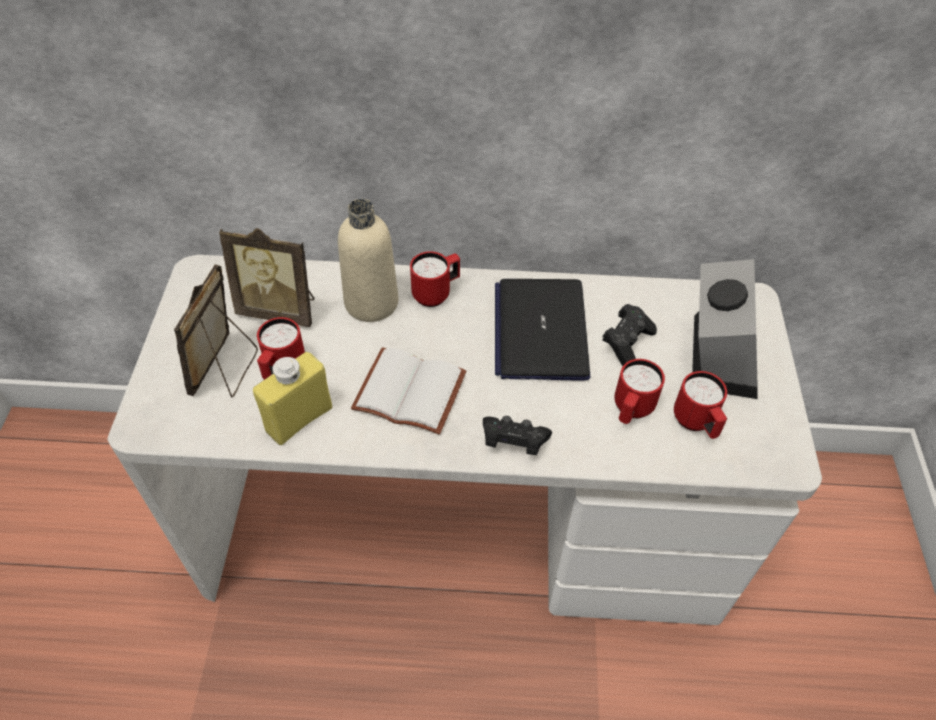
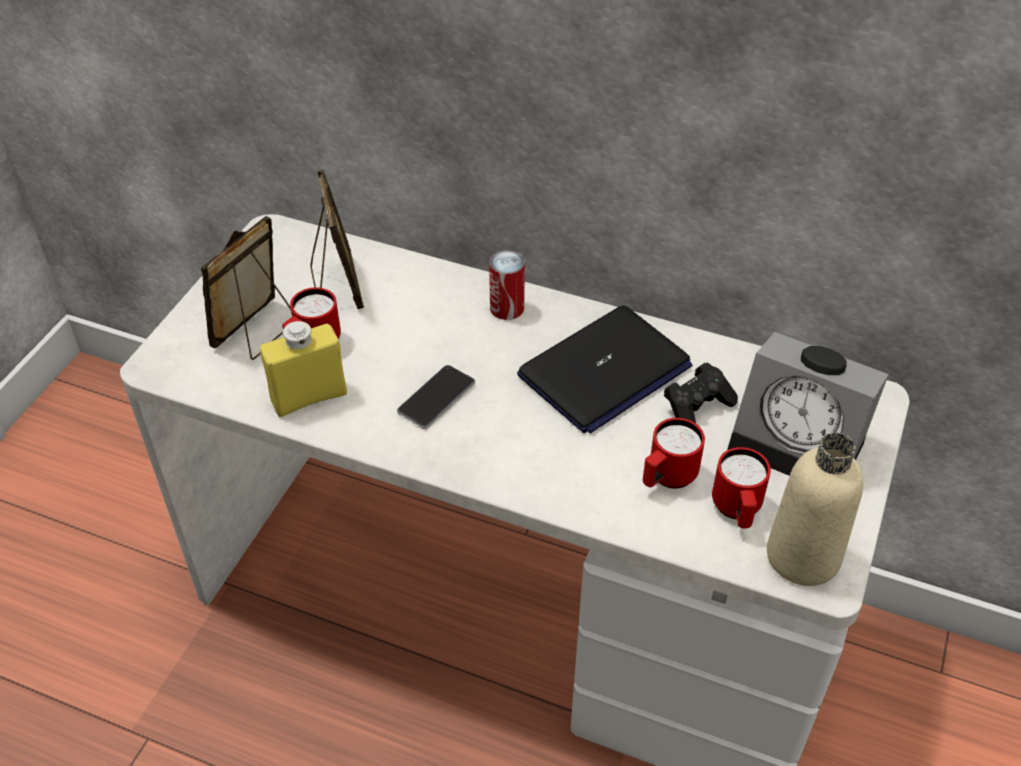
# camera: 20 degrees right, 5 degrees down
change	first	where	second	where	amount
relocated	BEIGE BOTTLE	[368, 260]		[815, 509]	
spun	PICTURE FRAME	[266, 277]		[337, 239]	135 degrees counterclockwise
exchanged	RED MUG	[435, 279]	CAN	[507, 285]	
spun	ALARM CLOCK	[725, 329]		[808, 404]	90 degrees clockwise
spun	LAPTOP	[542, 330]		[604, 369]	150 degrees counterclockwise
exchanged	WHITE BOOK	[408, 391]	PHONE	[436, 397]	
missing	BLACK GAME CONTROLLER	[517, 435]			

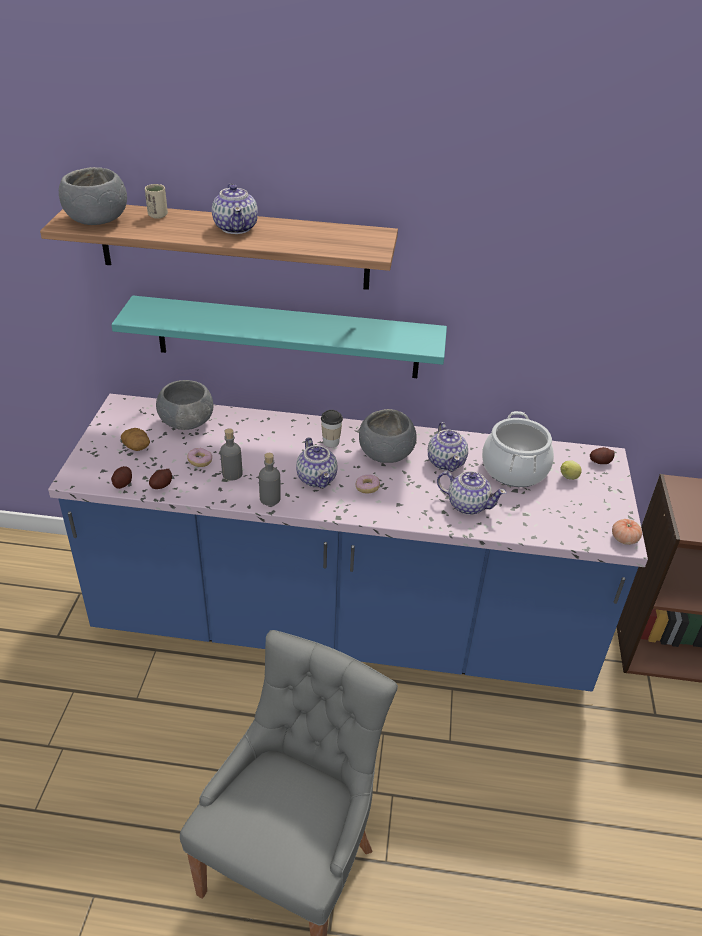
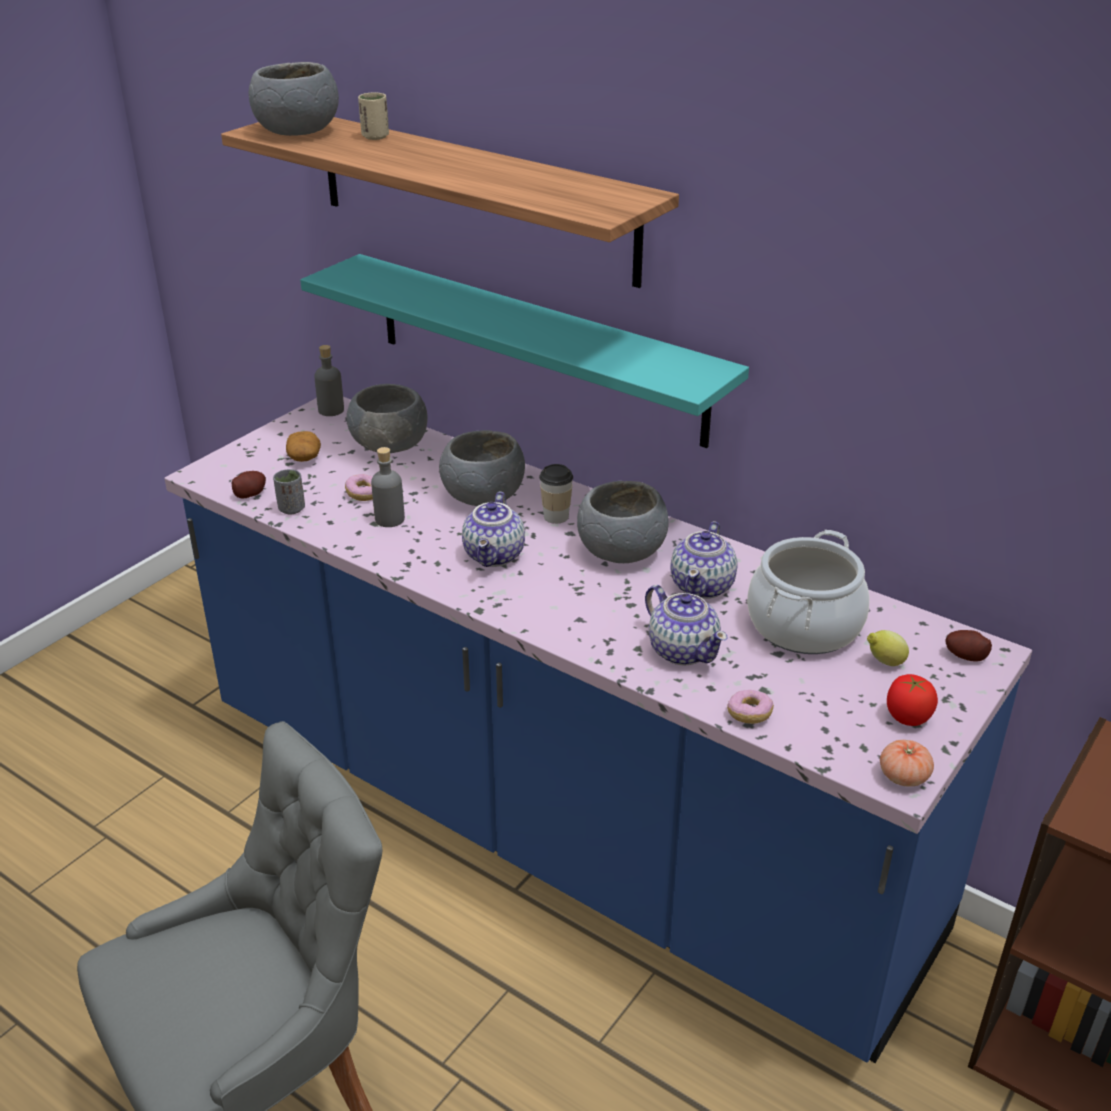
# camera: 30 degrees right, 5 degrees down
change	first	where	second	where	amount
missing	TEAPOT	[235, 208]			
relocated	GREY BOTTLE	[270, 479]		[329, 380]	
exchanged	POTATO	[160, 479]	GREY CUP	[289, 491]	
relocated	DONUT	[368, 484]		[750, 707]	
appeared			GREY BOWL	[482, 468]	
appeared			TOMATO	[912, 700]	

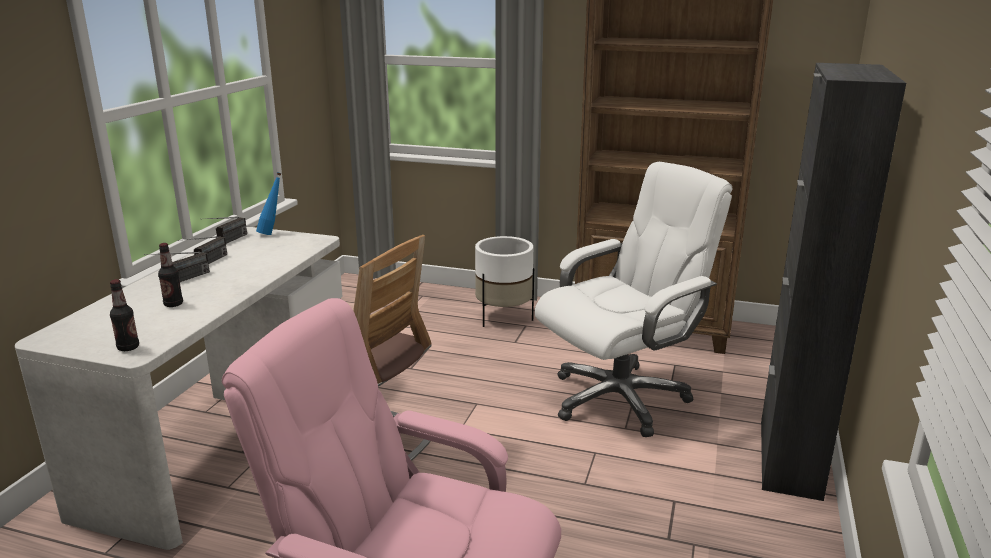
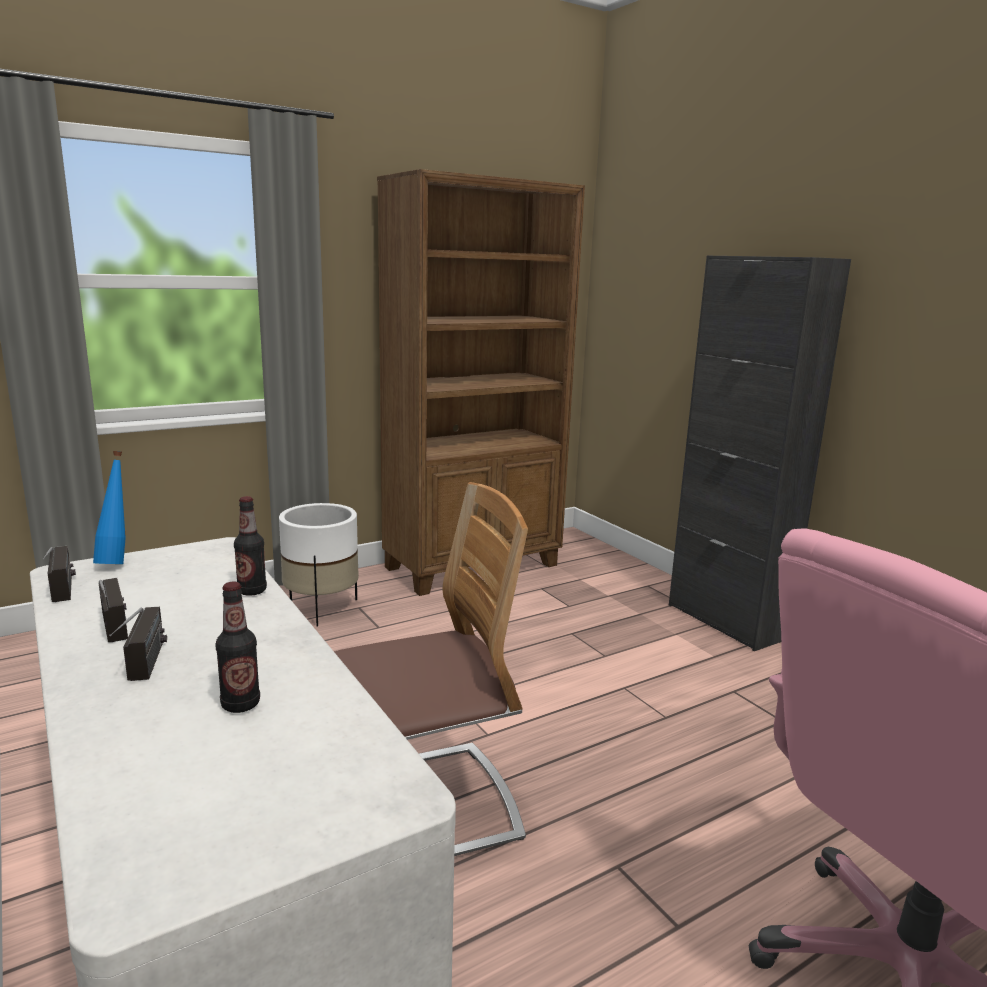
# camera: 50 degrees left, 5 degrees down
change	first	where	second	where	amount
missing	WHITE OFFICE CHAIR	[633, 299]			
relocated	BOTTLE	[124, 315]		[250, 546]	

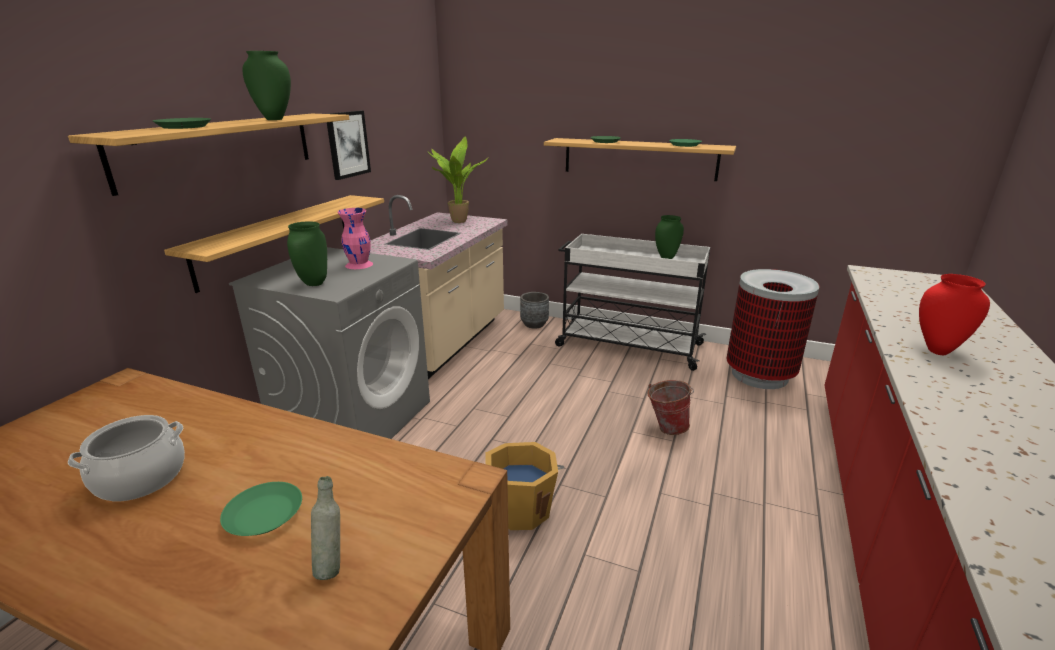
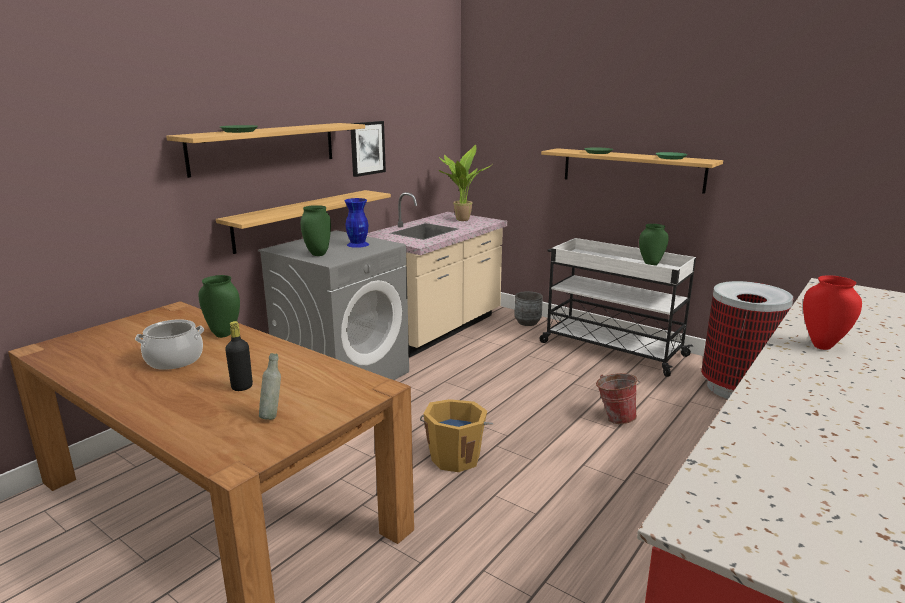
# camera: 15 degrees right, 5 degrees down
change	first	where	second	where	amount
relocated	GREEN VASE	[266, 85]		[219, 306]	
colour	PINK VASE	[355, 238]	BLUE VASE	[357, 223]	
exchanged	GREEN PLATE	[261, 509]	BLACK BOTTLE	[239, 356]	

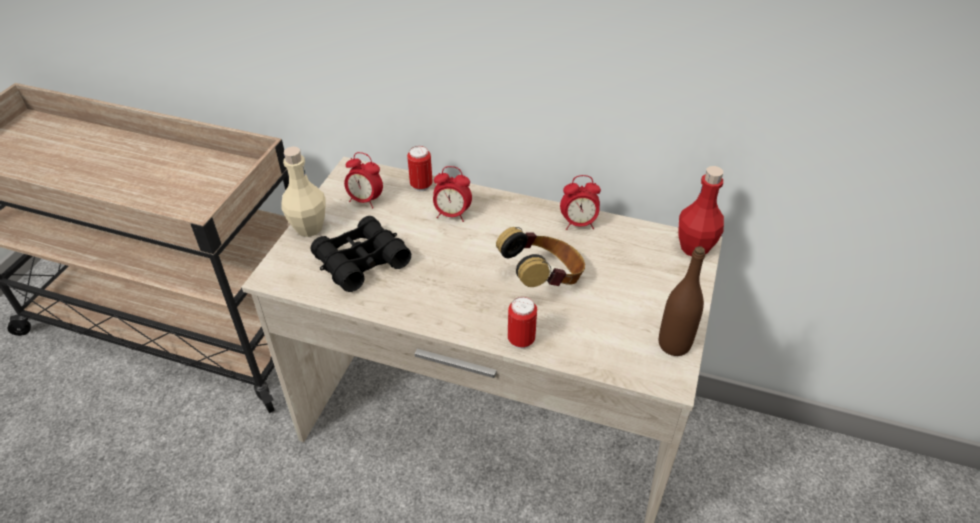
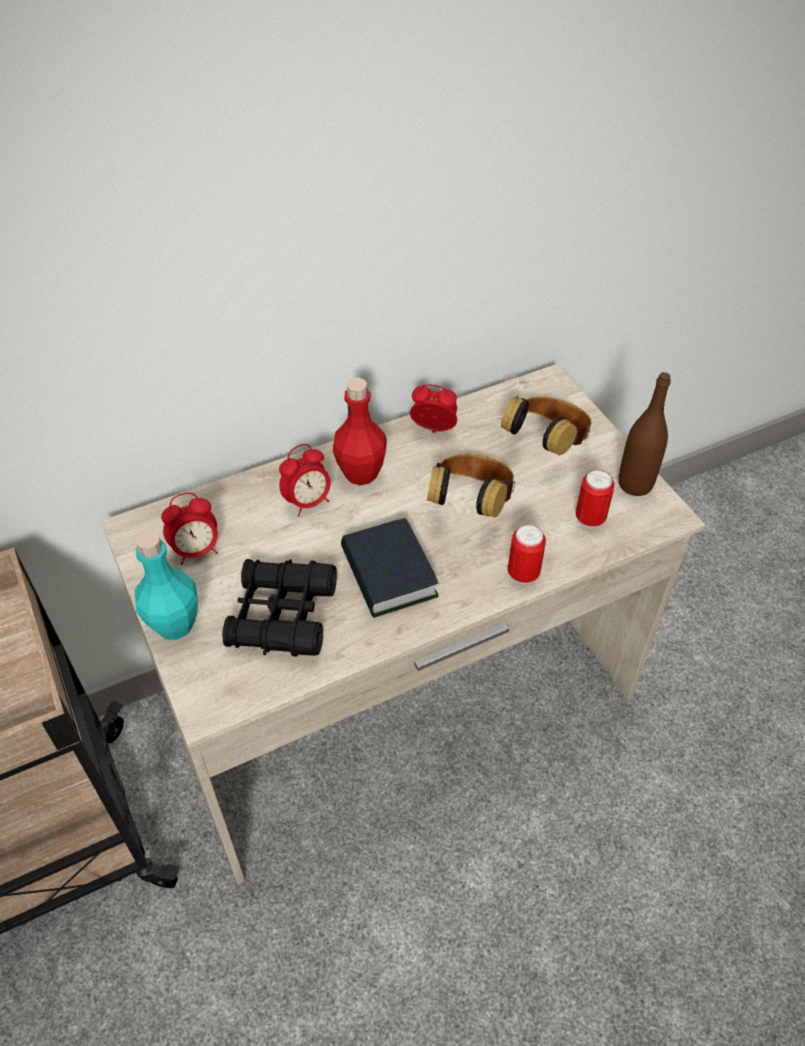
# camera: 45 degrees left, 5 degrees up
change	first	where	second	where	amount
colour	BEIGE BOTTLE	[303, 191]	TURQUOISE BOTTLE	[166, 585]	
relocated	CAN	[420, 168]		[595, 499]	
relocated	RED BOTTLE	[701, 211]		[360, 431]	
spun	ALARM CLOCK	[580, 202]		[433, 409]	120 degrees counterclockwise
appeared			HEADPHONES	[546, 425]	
appeared			BOOK	[389, 568]	

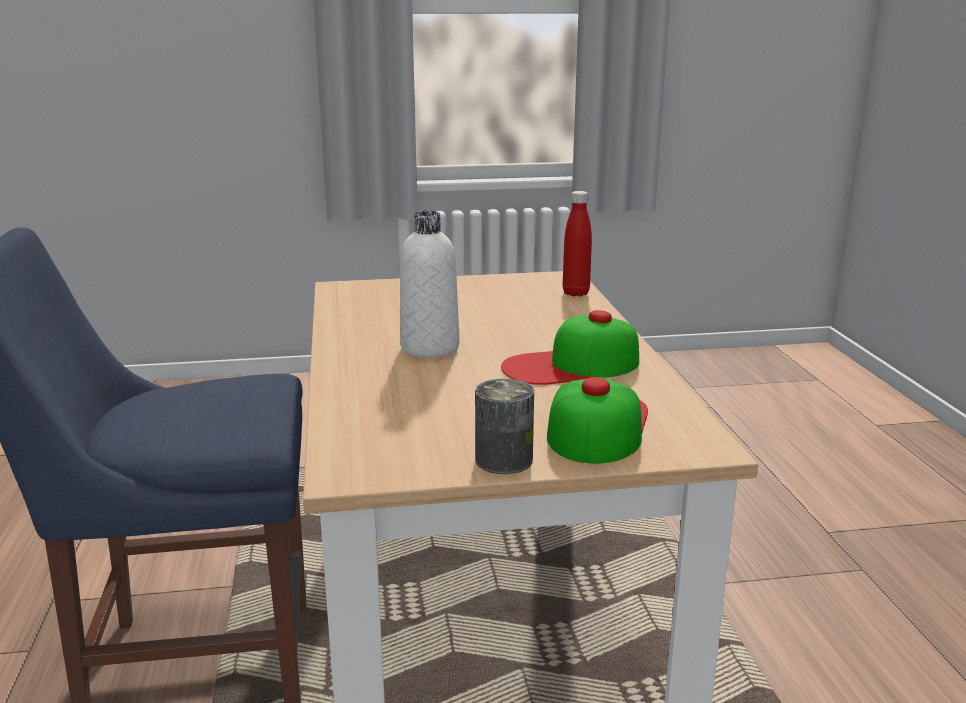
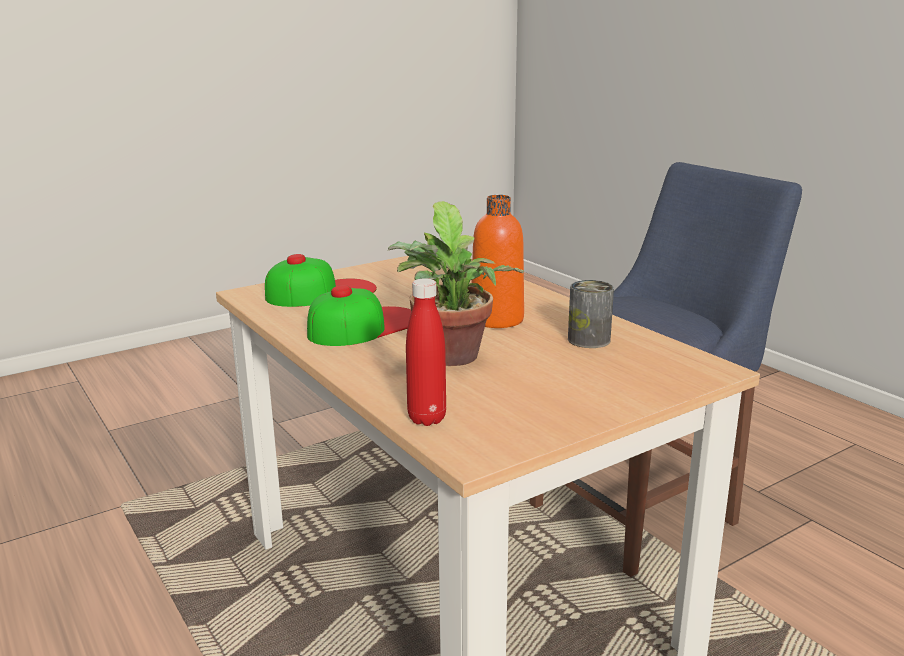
# camera: 155 degrees right, 0 degrees up
change	first	where	second	where	amount
colour	WHITE BOTTLE	[429, 284]	ORANGE BOTTLE	[497, 261]	
spun	CAP	[597, 420]		[321, 280]	105 degrees counterclockwise
relocated	CAN	[504, 426]		[591, 314]	
appeared			POTTED PLANT	[456, 283]	

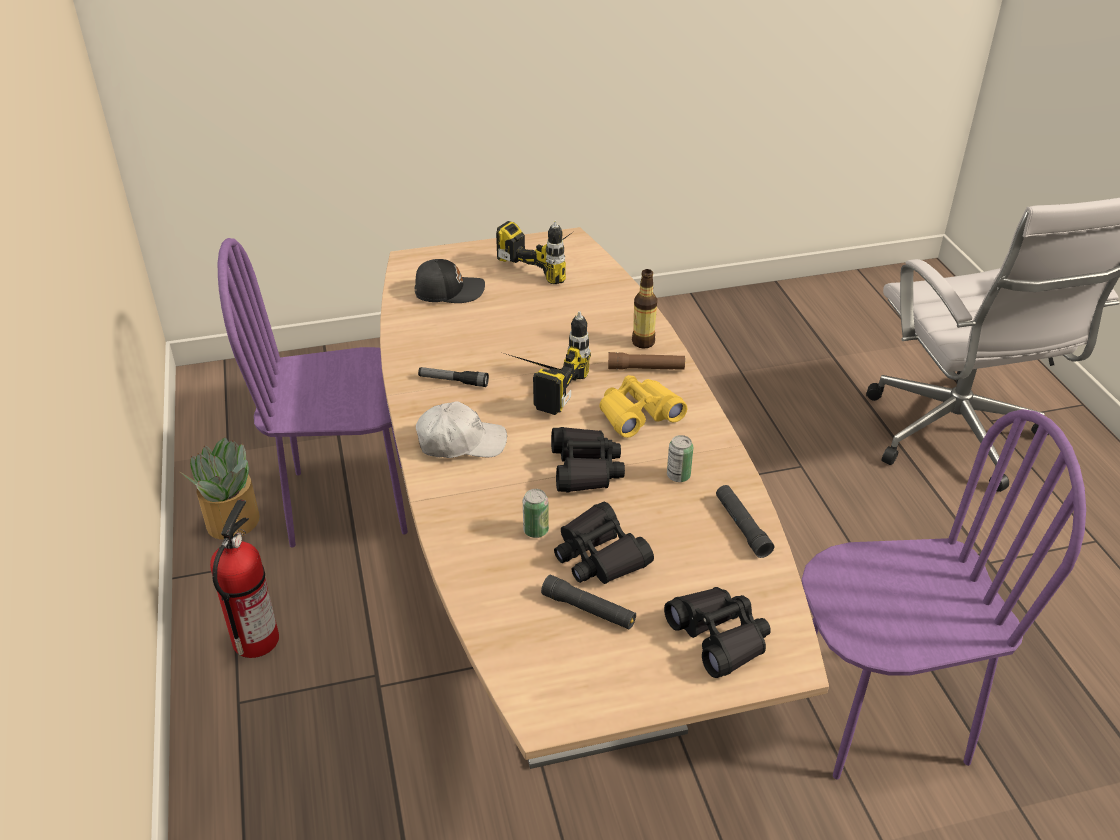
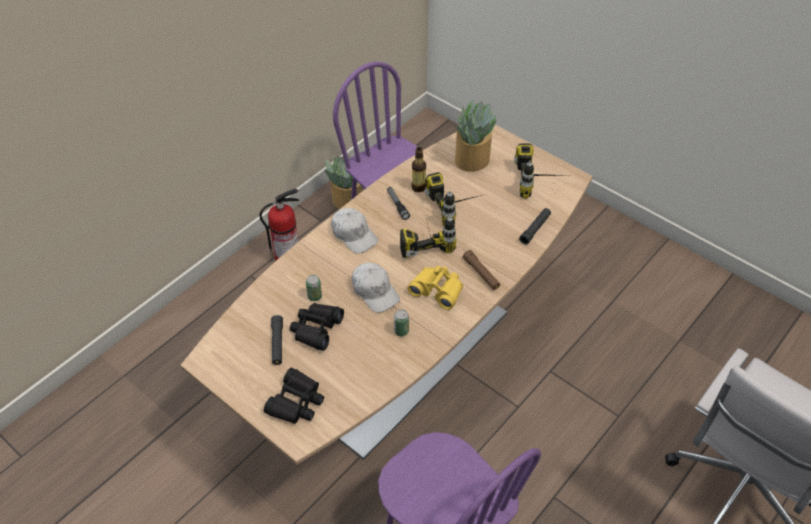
# camera: 55 degrees right, 10 degrees up
change	first	where	second	where	amount
exchanged	BLACK CAP	[450, 281]	POTTED PLANT	[475, 136]	
relocated	BOTTLE	[644, 308]		[419, 169]	
exchanged	BLACK BINOCULARS	[588, 459]	WHITE CAP	[376, 288]	
relocated	BLACK FLASHLIGHT	[745, 521]		[535, 226]	
appeared			POWER DRILL	[453, 199]	

